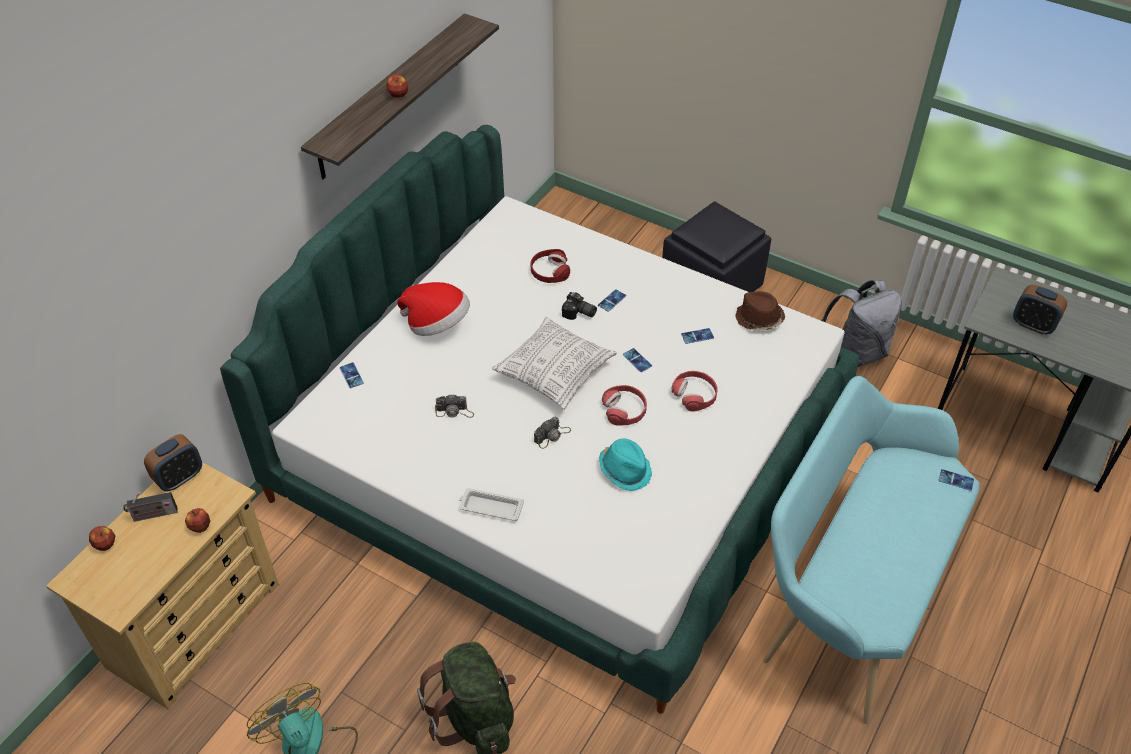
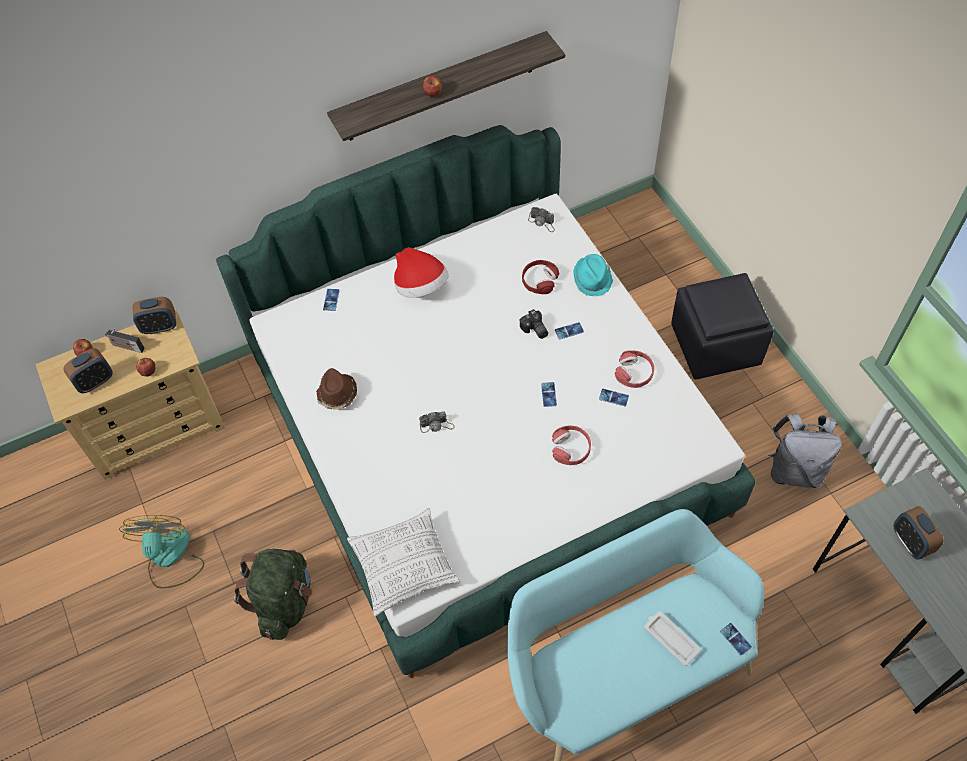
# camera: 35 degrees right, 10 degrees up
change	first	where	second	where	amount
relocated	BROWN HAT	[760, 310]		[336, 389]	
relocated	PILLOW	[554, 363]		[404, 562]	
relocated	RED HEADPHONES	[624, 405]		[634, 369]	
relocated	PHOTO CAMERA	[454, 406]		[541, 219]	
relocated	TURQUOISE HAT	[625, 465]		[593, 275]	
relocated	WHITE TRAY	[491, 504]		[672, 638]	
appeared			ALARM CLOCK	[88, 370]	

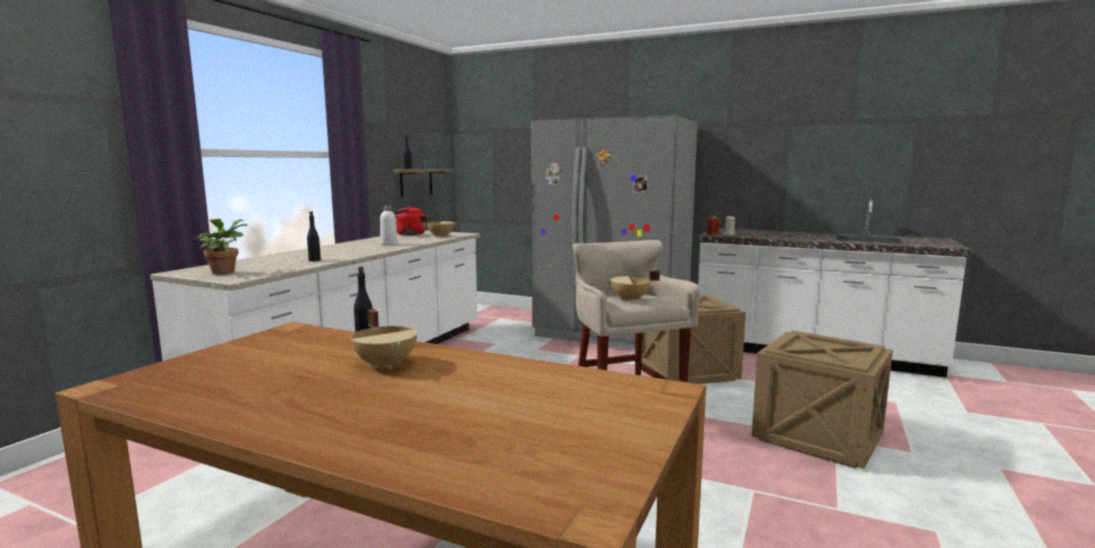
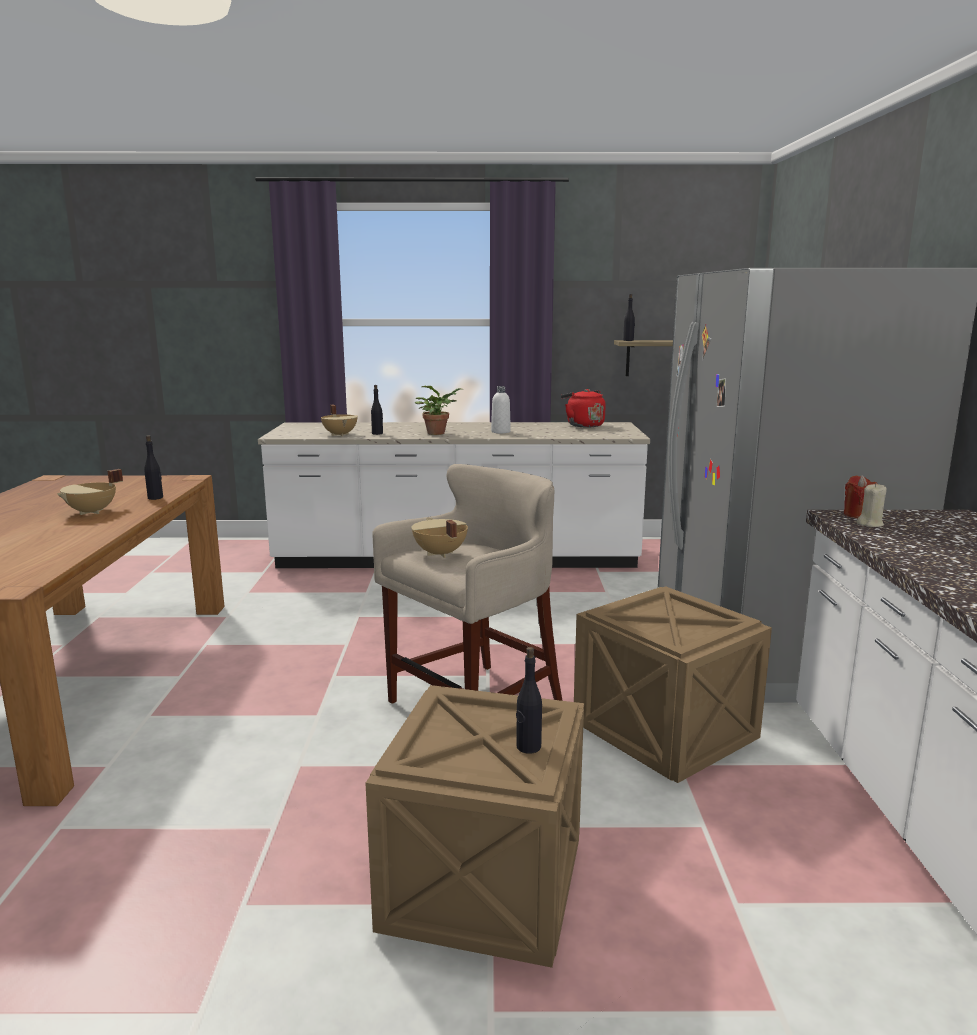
# camera: 65 degrees right, 5 degrees up
change	first	where	second	where	amount
relocated	BEIGE COOKING POT	[438, 226]		[339, 420]	
relocated	POTTED PLANT	[221, 247]		[439, 410]	
appeared			BLACK BOTTLE	[529, 700]	

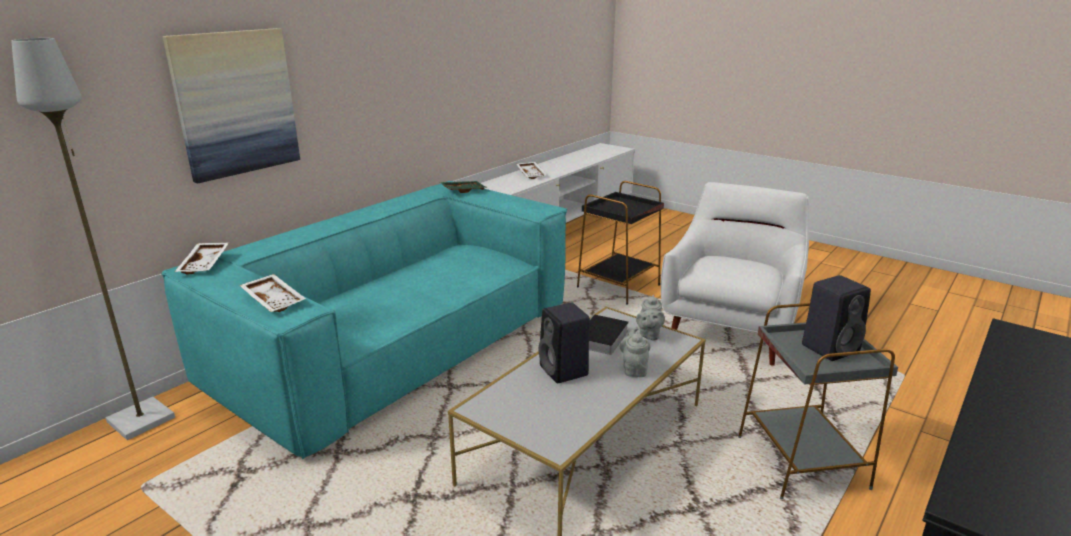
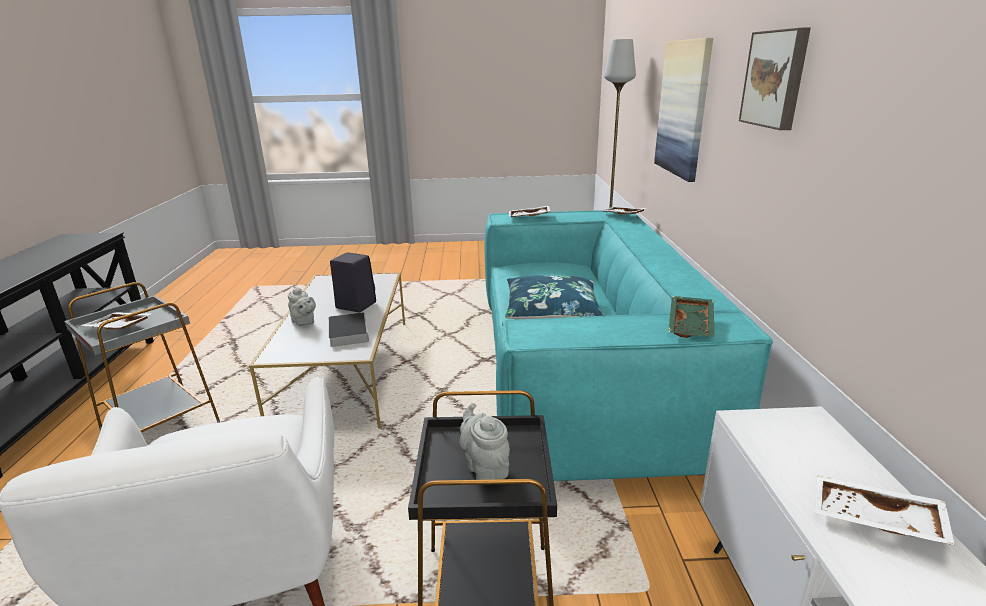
# camera: 140 degrees right, 0 degrees up
change	first	where	second	where	amount
exchanged	BLACK SPEAKER	[836, 318]	WHITE TRAY	[117, 321]	
relocated	GREY TEAPOT	[650, 318]		[484, 441]	
appeared			PICTURE	[775, 78]	
appeared			BLUE PILLOW	[555, 297]	

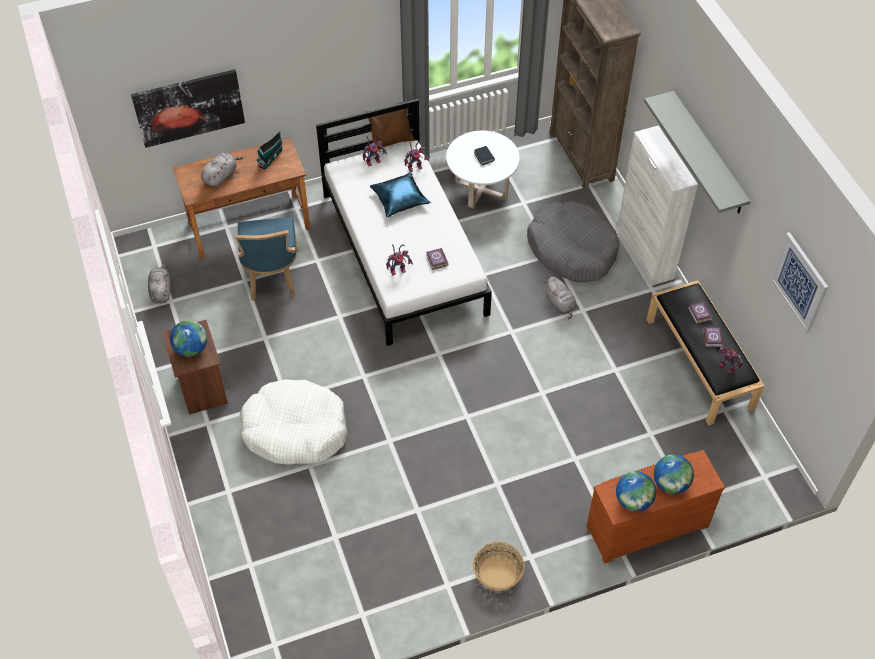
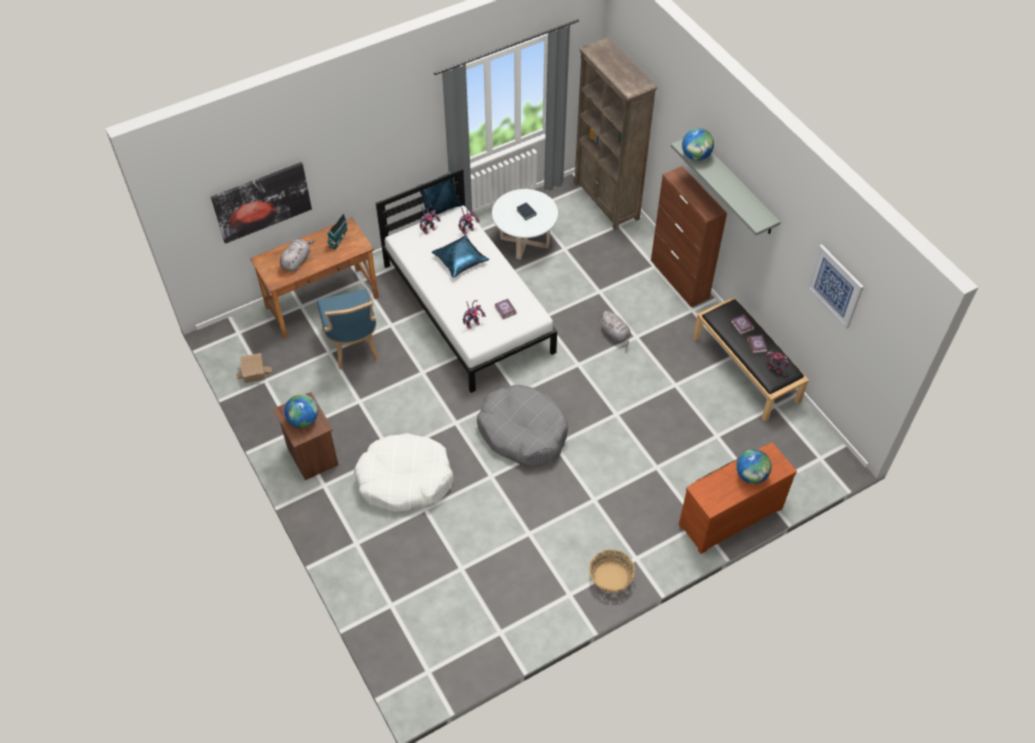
# camera: 10 degrees left, 0 degrees up
change	first	where	second	where	amount
colour	BROWN PILLOW	[390, 125]	BLUE PILLOW	[439, 194]	
colour	WHITE CABINET	[657, 205]	BROWN CABINET	[689, 236]	
relocated	GREY DOG BED	[573, 241]		[522, 426]	
exchanged	GREY PLUSH TOY	[159, 283]	TOY HOUSE	[254, 368]	
relocated	GLOBE	[636, 491]		[698, 144]	

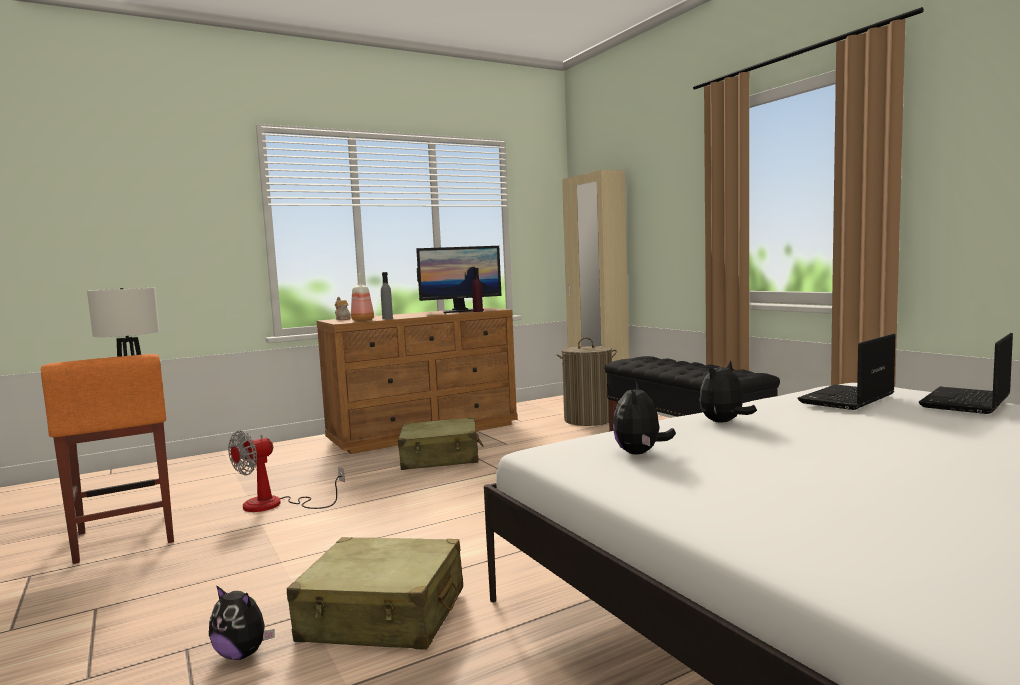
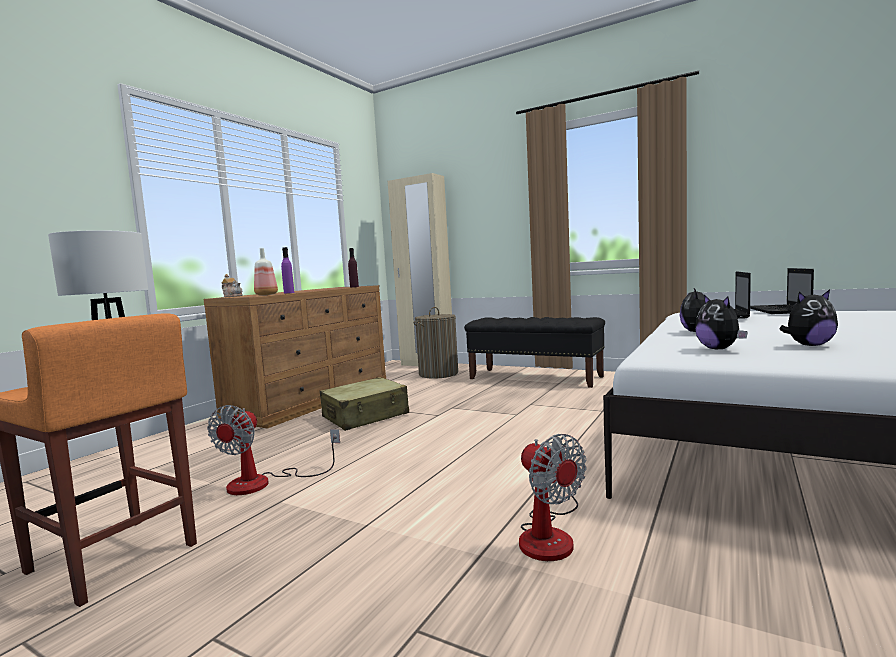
# camera: 30 degrees left, 0 degrees up
change	first	where	second	where	amount
missing	MONITOR	[458, 279]			
colour	GREY BOTTLE	[387, 296]	PURPLE BOTTLE	[287, 270]	
exchanged	BEIGE SUITCASE	[375, 593]	FAN	[553, 497]	
relocated	PLUSH TOY	[242, 622]		[808, 318]	

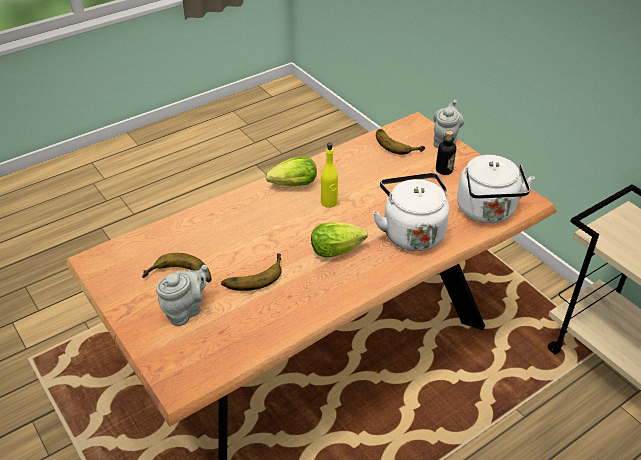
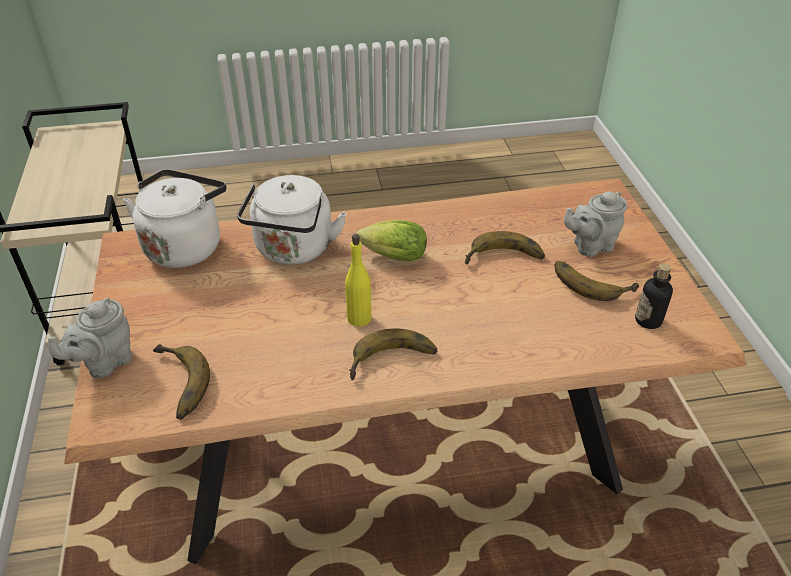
# camera: 155 degrees left, 0 degrees up
change	first	where	second	where	amount
relocated	BOTTLE	[446, 153]		[654, 296]	
exchanged	LETTUCE	[291, 171]	BANANA	[393, 354]	

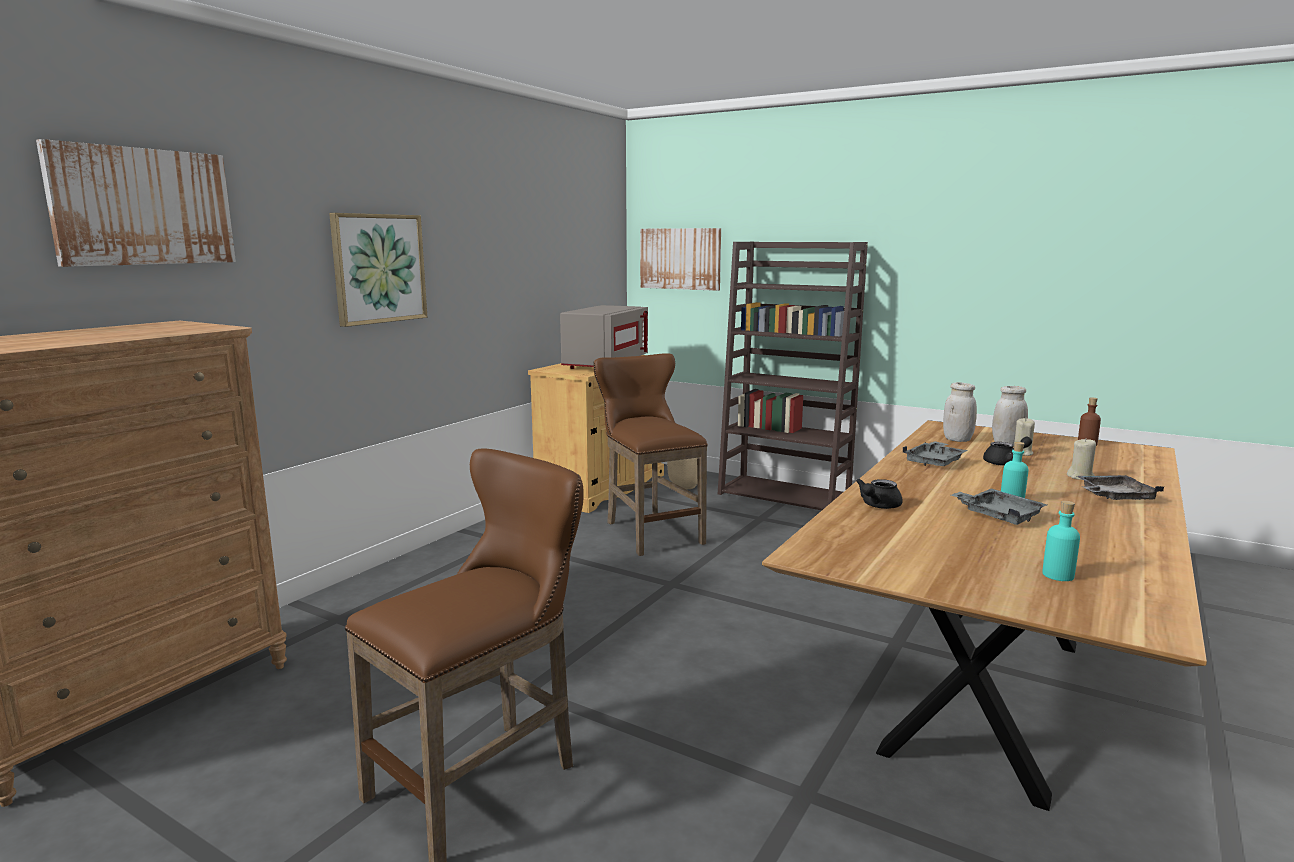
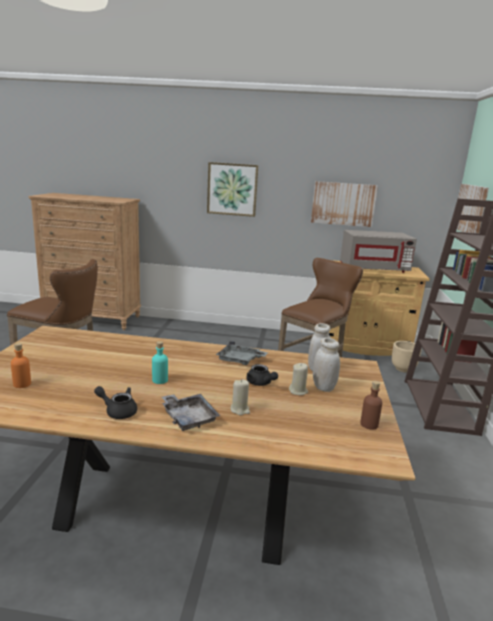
# camera: 65 degrees right, 5 degrees up
change	first	where	second	where	amount
relocated	PICTURE	[136, 203]		[344, 204]	
relocated	BLACK TEAPOT	[879, 494]		[115, 402]	
missing	GREY TRAY	[999, 506]			
colour	TURQUOISE BOTTLE	[1061, 541]	ORANGE BOTTLE	[21, 365]	

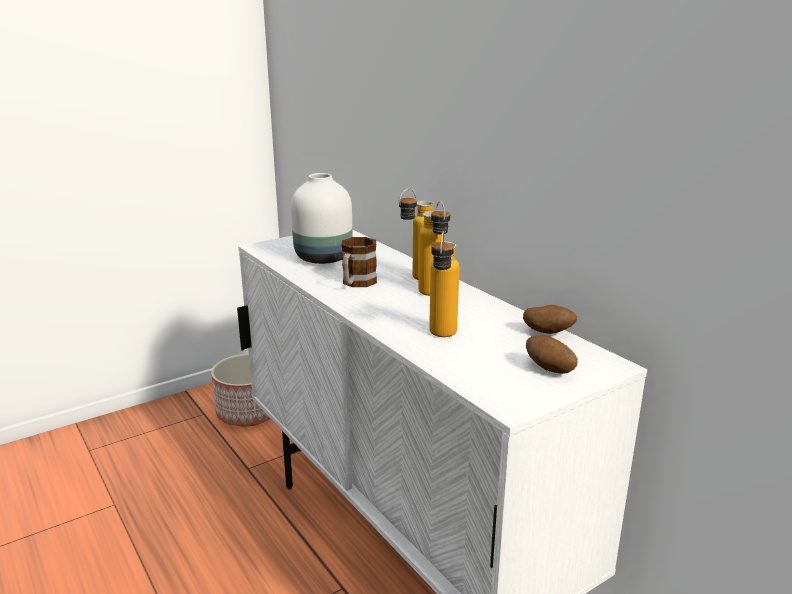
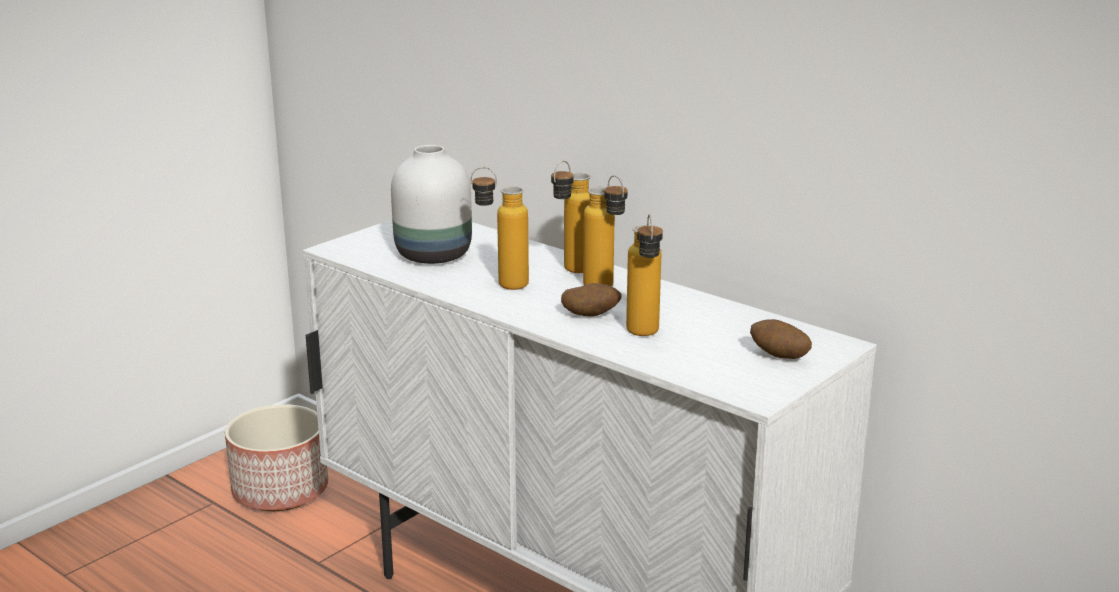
# camera: 15 degrees left, 0 degrees up
change	first	where	second	where	amount
exchanged	MUG	[359, 262]	BOTTLE	[500, 228]	
relocated	POTATO	[550, 319]		[591, 300]	

